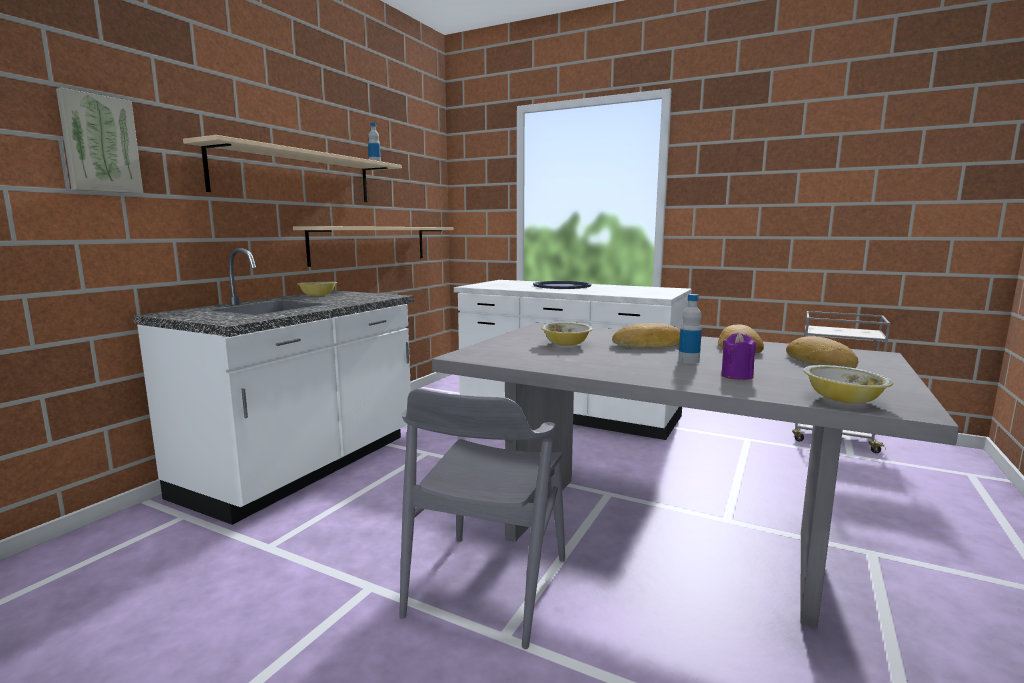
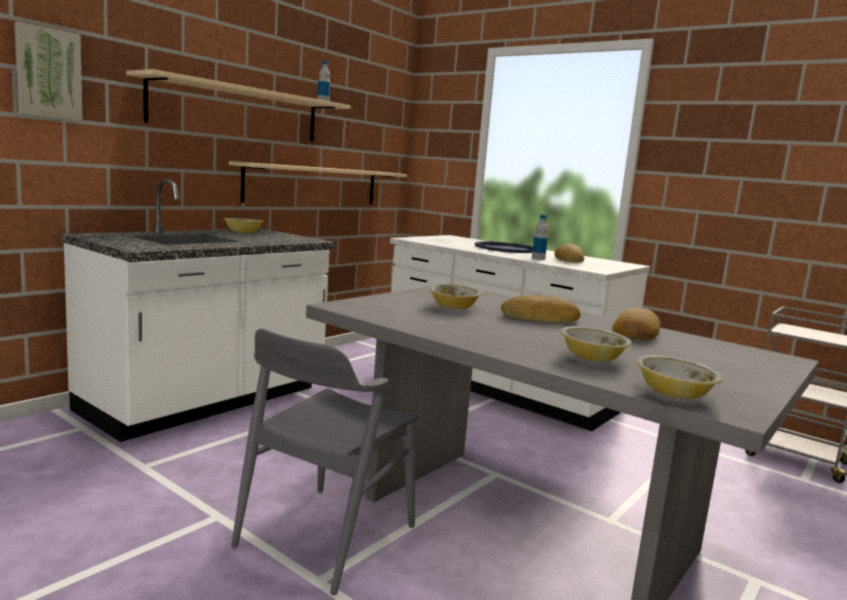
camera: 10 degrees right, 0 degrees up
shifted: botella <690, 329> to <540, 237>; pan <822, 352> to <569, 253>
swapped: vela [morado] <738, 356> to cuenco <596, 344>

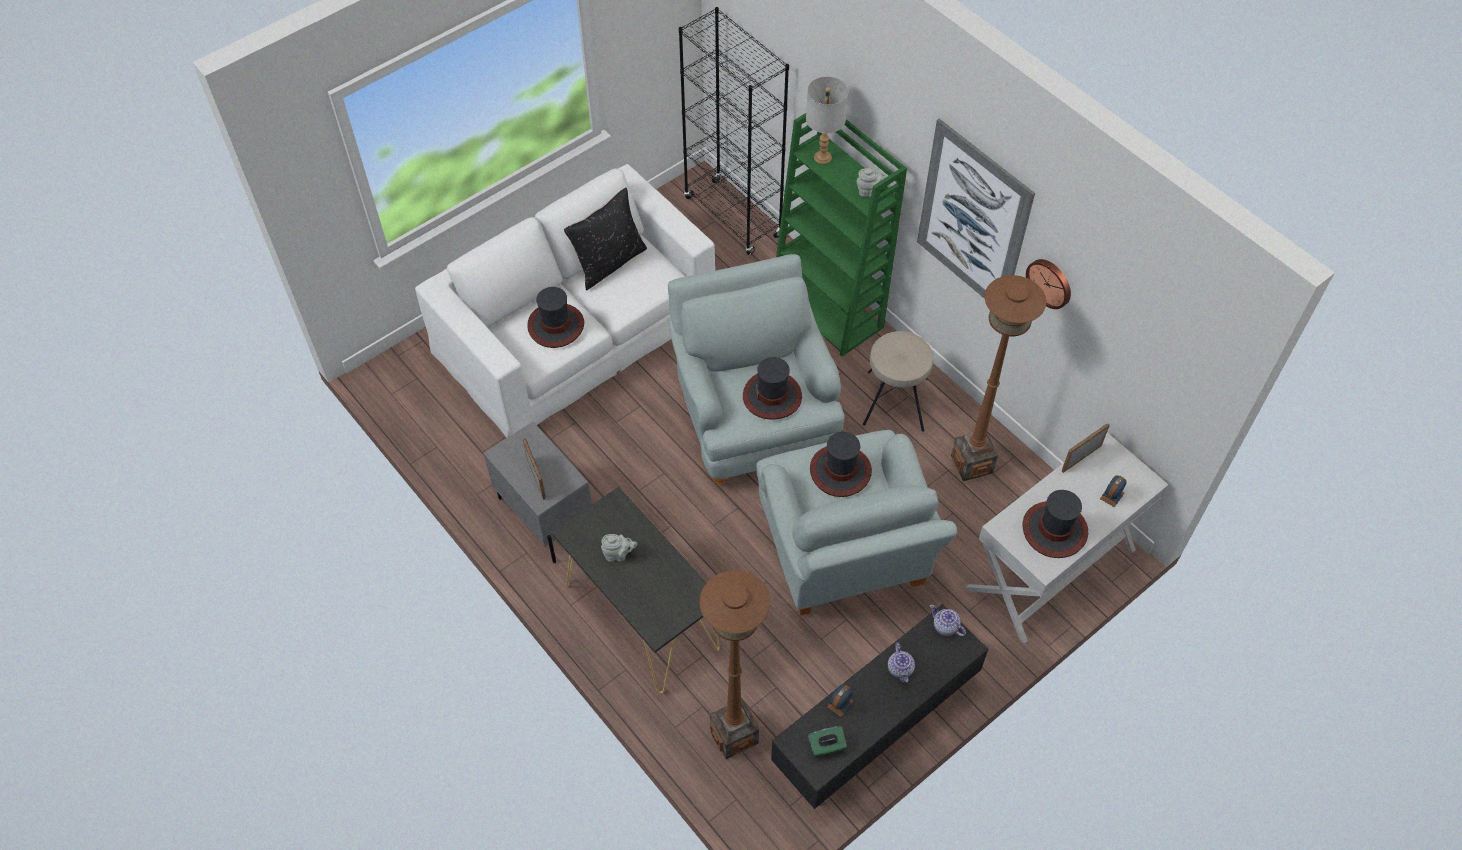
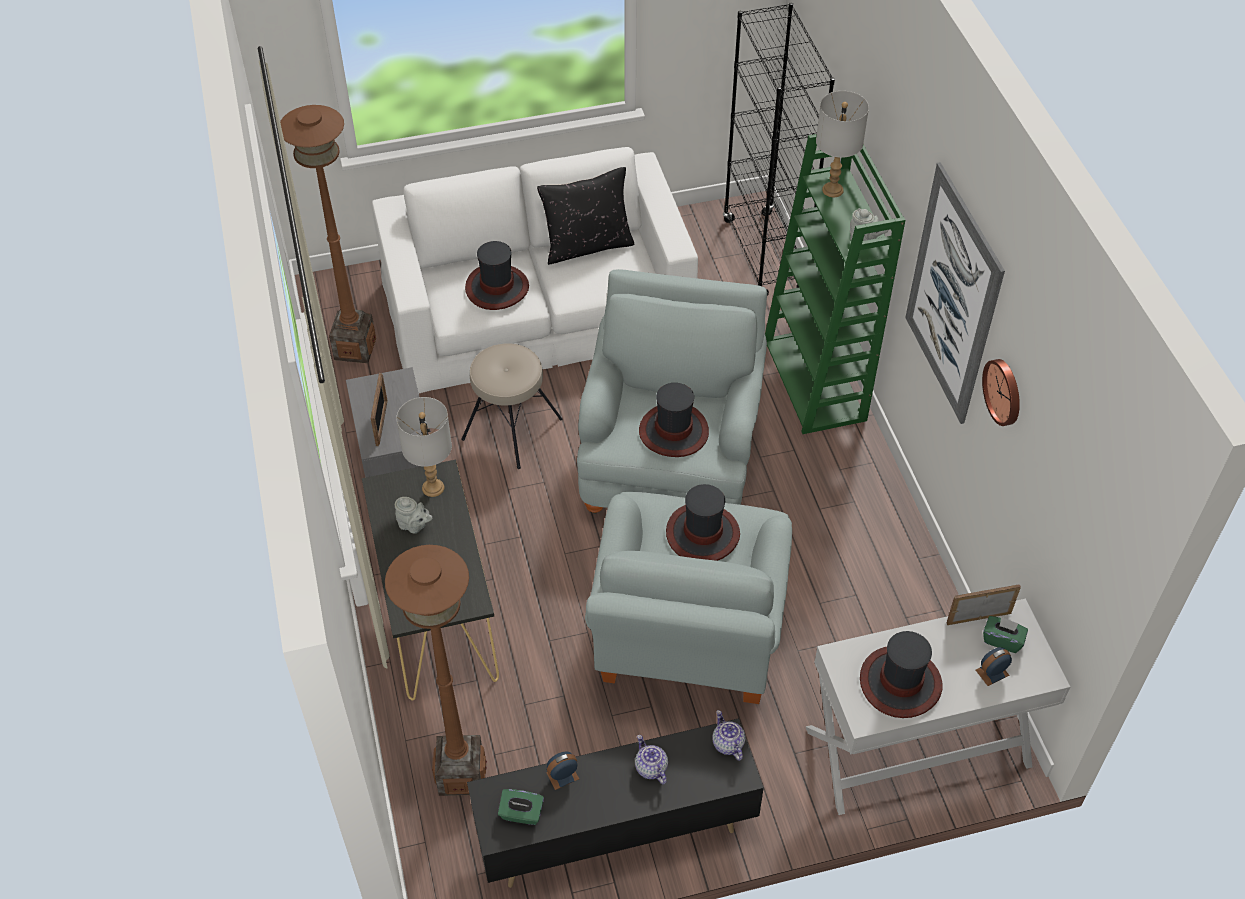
camera: 25 degrees right, 5 degrees down
new: lámpara de mesa [gris] <424, 447>; caja de pañuelos [verde] <1005, 634>
shifted: taburete [beis] <898, 381> to <511, 406>; lámpara de pie [marrón] <998, 378> to <328, 234>
rotated: tetera <901, 662> = <651, 759> 135 degrees clockwise

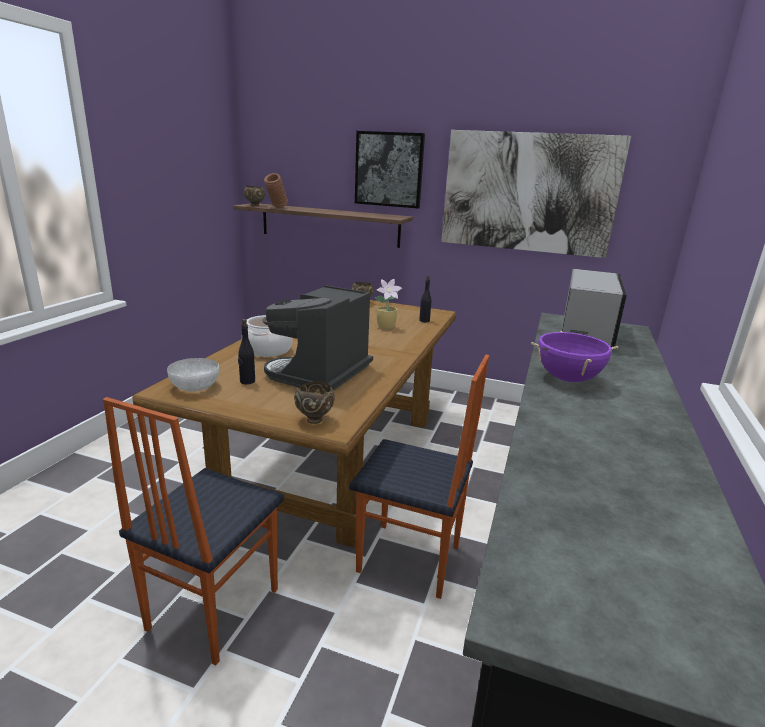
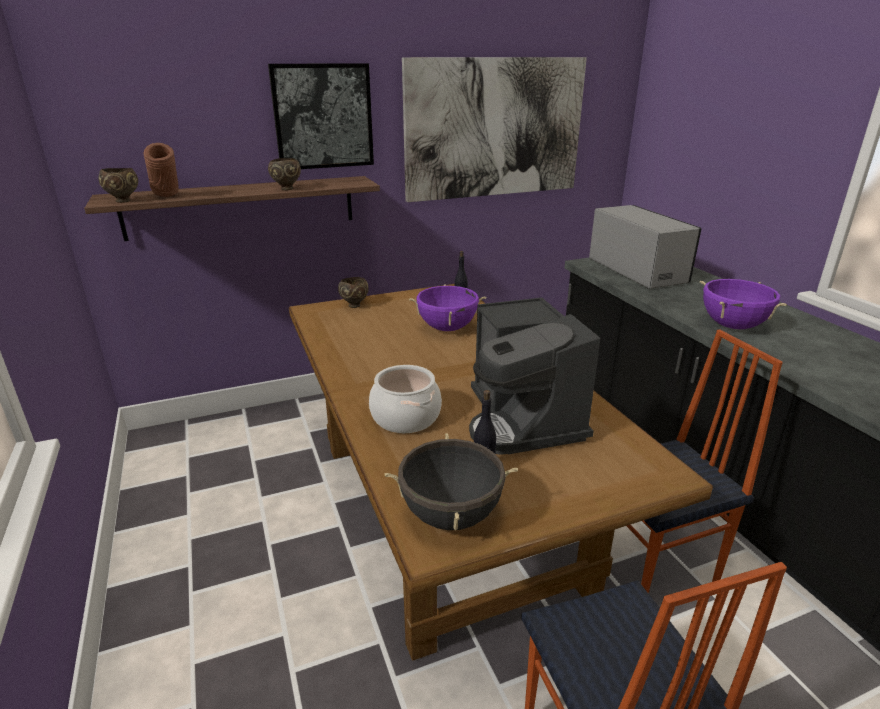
camera: 40 degrees left, 5 degrees up
shifted: cuenco [marrón] <314, 402> to <284, 174>
swapped: cuenco [blanco] <193, 374> to olla [negro] <451, 481>; planta en maceta <389, 304> to olla [morado] <447, 307>

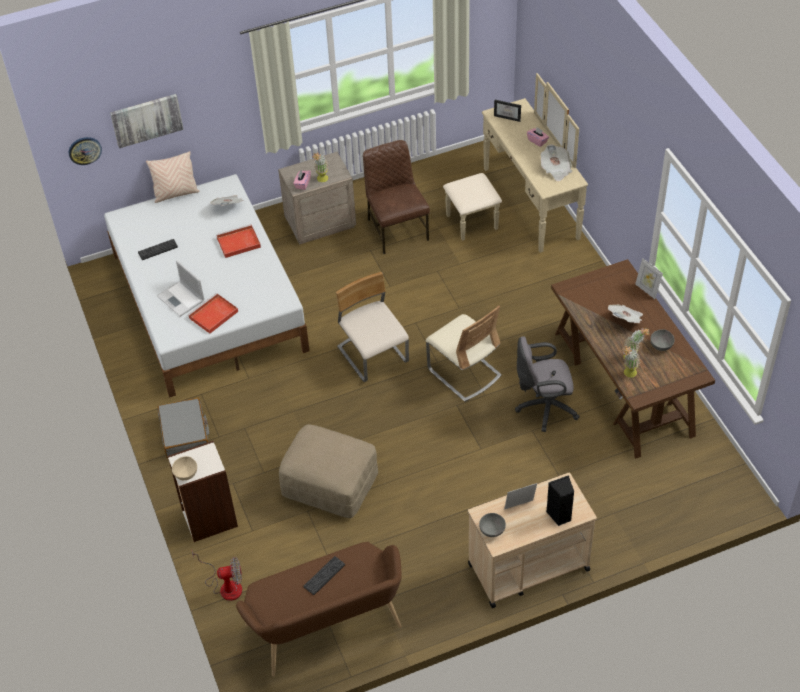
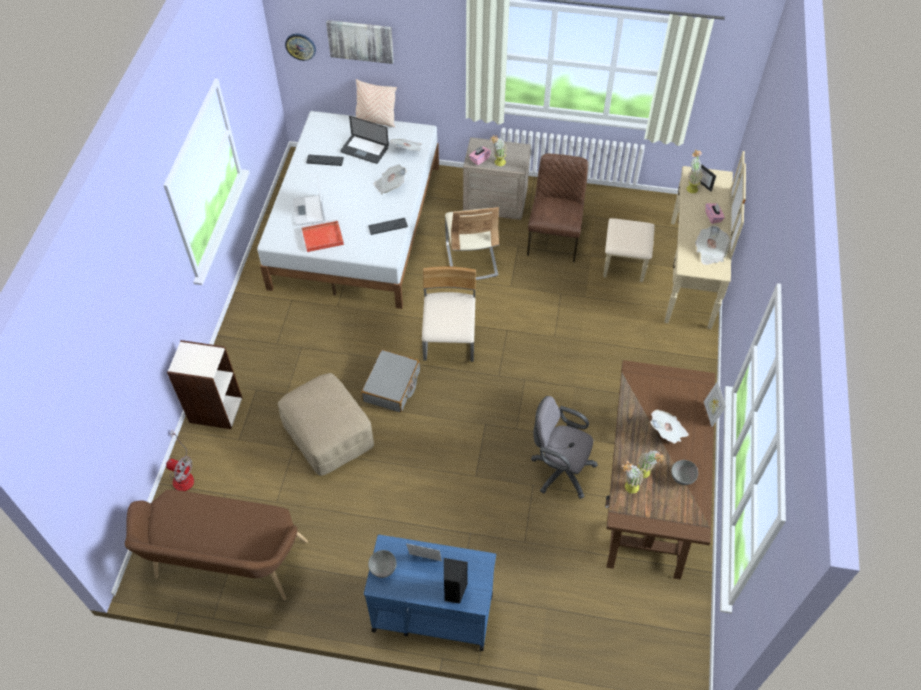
camera: 30 degrees right, 5 degrees up
gone: cuenco [beis] <184, 468>
new: portátil <364, 140>; planta en maceta <694, 171>
shifted: maleta [gris] <183, 428> to <390, 381>; teclado <324, 575> to <388, 226>; silla [beis] <464, 354> to <472, 243>
swapped: bandeja [rojo] <238, 241> to periódico <390, 179>
repainted: carrito [beis] <532, 540> to carrito [azul] <430, 593>

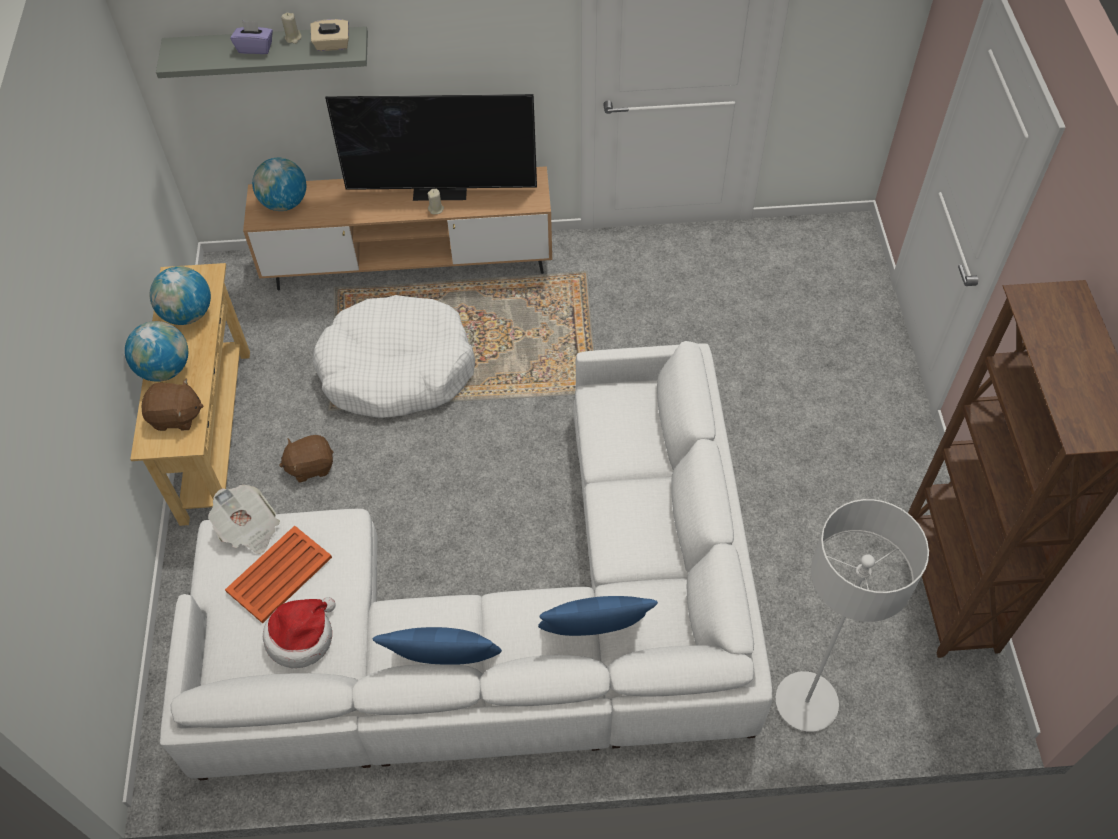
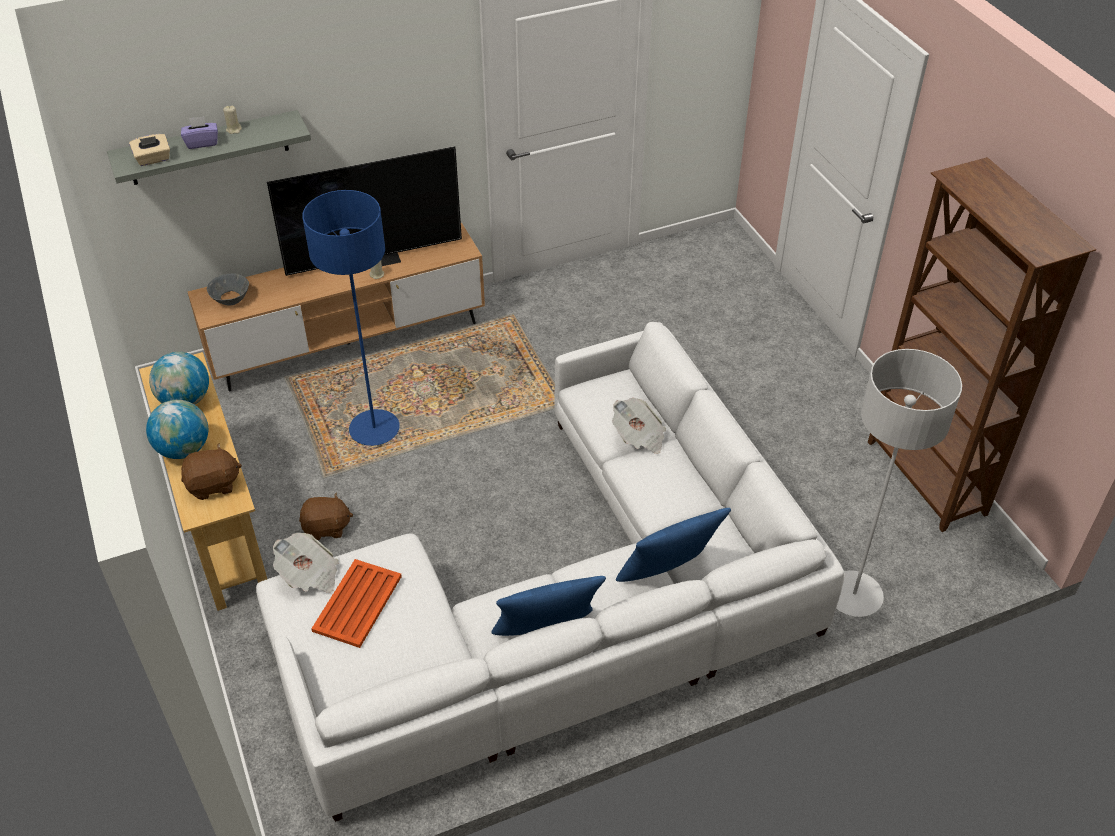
camera: 20 degrees left, 10 degrees down
gone: sombrero <299, 632>
new: periódico <639, 426>
shifted: caja de pañuelos [beis] <329, 35> to <149, 150>
swapped: globo terráqueo <279, 184> to cuenco [gris] <228, 289>; cama para perro [blanco] <394, 356> to lámpara de pie [azul] <351, 318>
rotated: peluche [marrón] <306, 459> = <326, 516> 150 degrees counterclockwise

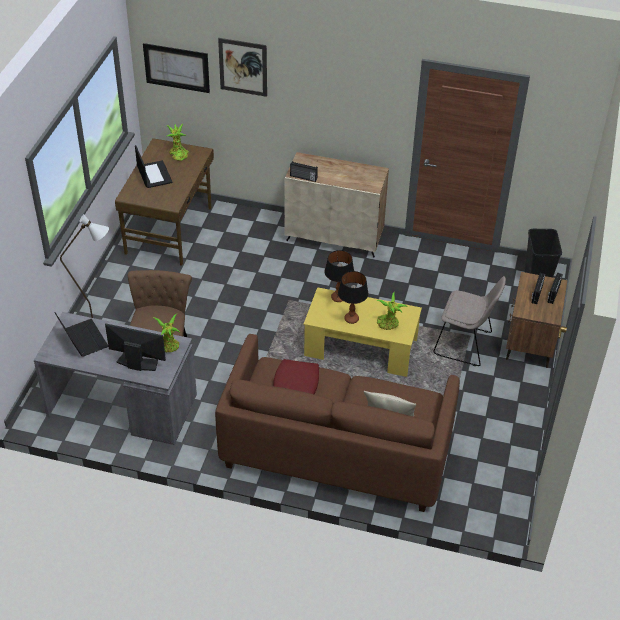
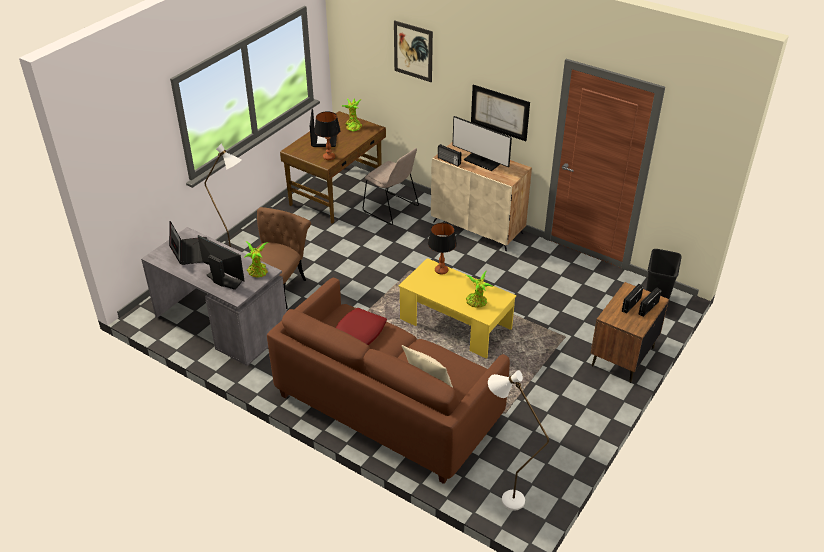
camera: 20 degrees right, 5 degrees down
new: monitor <482, 143>; lámpara de pie [blanco] <518, 440>
shifted: cuadro <176, 68> to <500, 113>; lámpara de mesa <353, 297> to <327, 135>; silla [beis] <469, 321> to <391, 186>

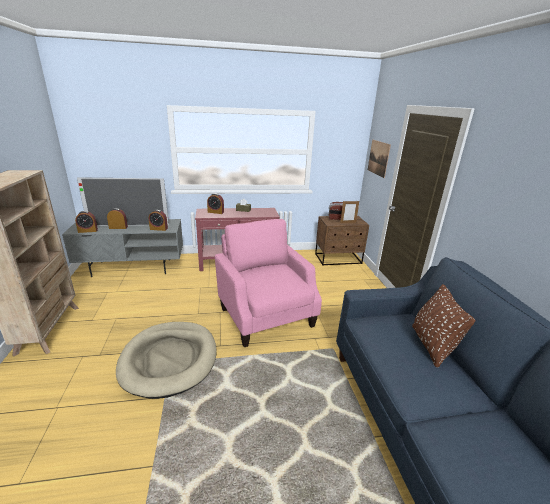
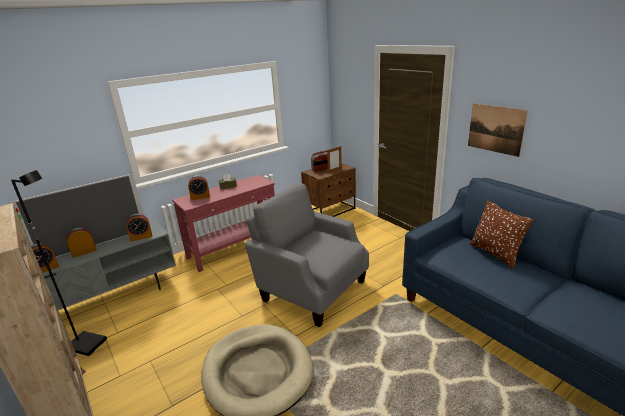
camera: 25 degrees left, 0 degrees up
new: lámpara de pie [negro] <59, 263>
shifted: cuadro <379, 159> to <498, 130>
repainted: sillón [rosa] <268, 283> to sillón [gris] <307, 256>

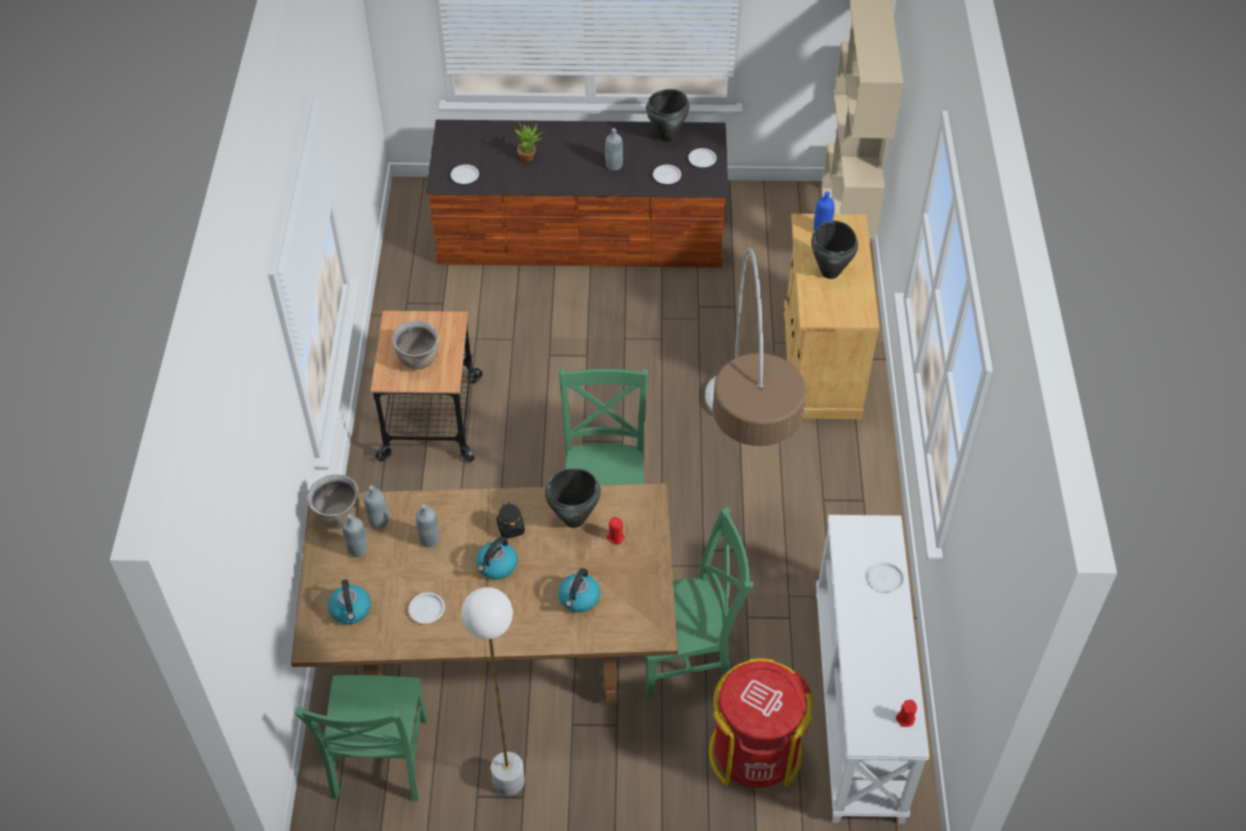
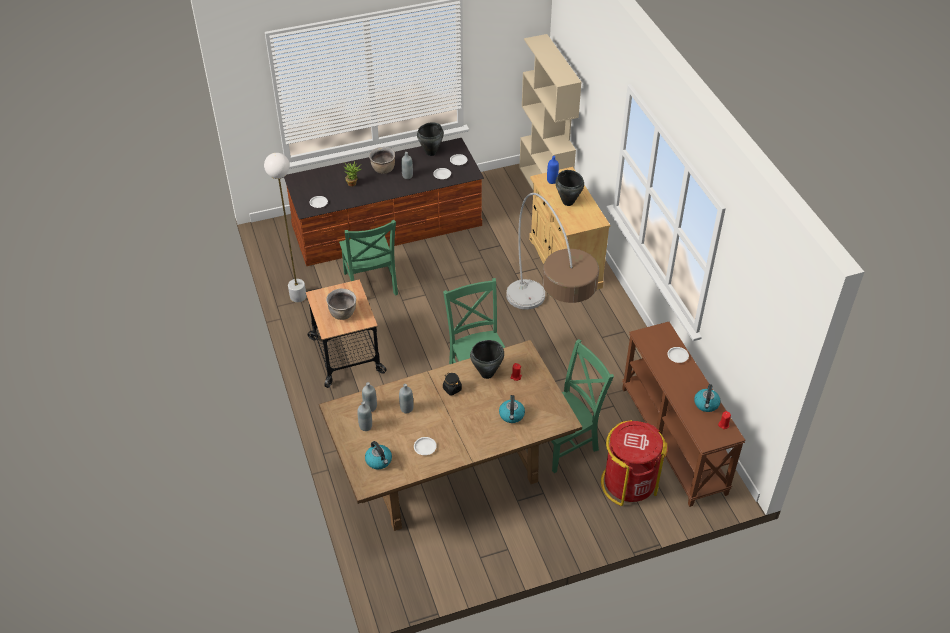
camera: 20 degrees left, 5 degrees down
shifted: silla [verde] <361, 738> to <368, 257>; olla [marrón] <333, 501> to <382, 160>; lámpara de pie [blanco] <493, 691> to <285, 228>; hervidor <496, 558> to <707, 398>
repainted: mesa consola [blanco] <873, 669> to mesa consola [marrón] <684, 414>

